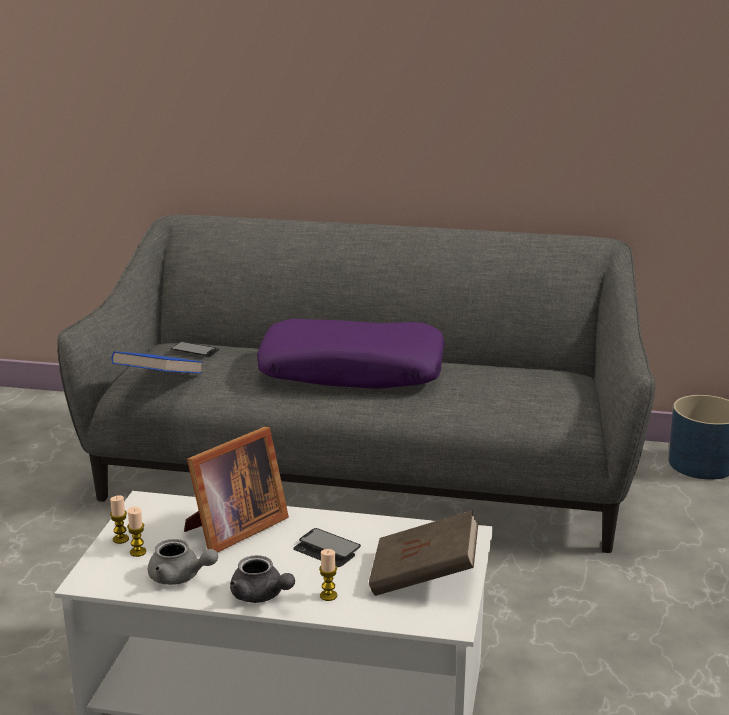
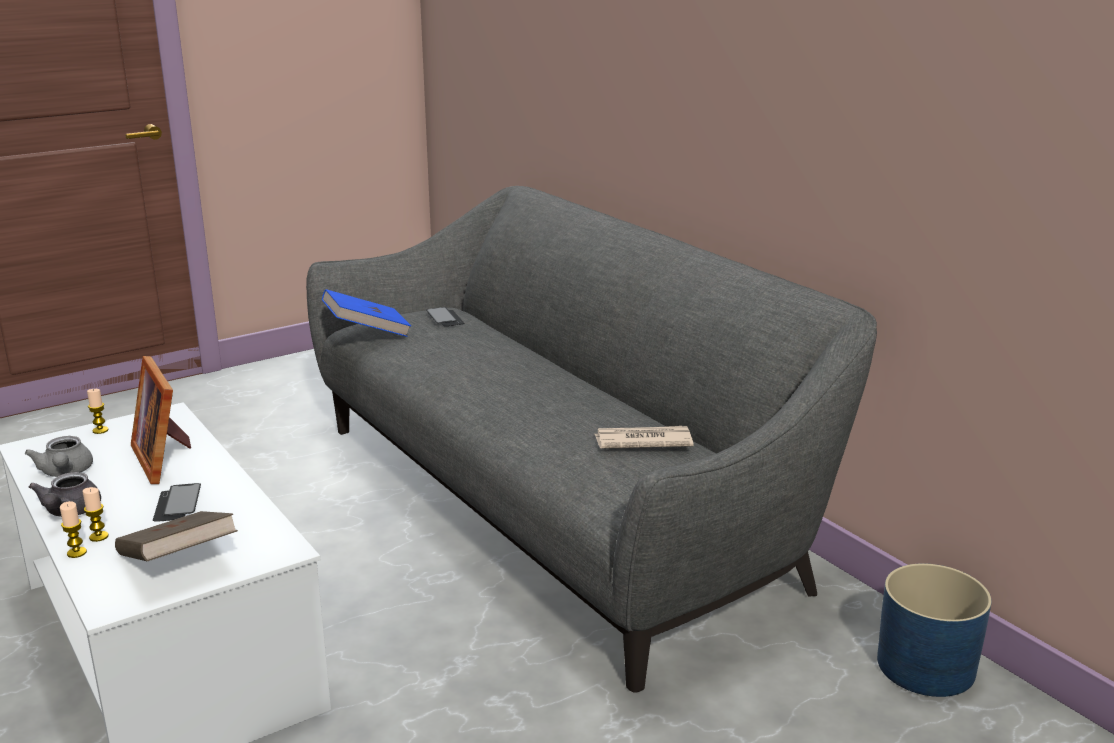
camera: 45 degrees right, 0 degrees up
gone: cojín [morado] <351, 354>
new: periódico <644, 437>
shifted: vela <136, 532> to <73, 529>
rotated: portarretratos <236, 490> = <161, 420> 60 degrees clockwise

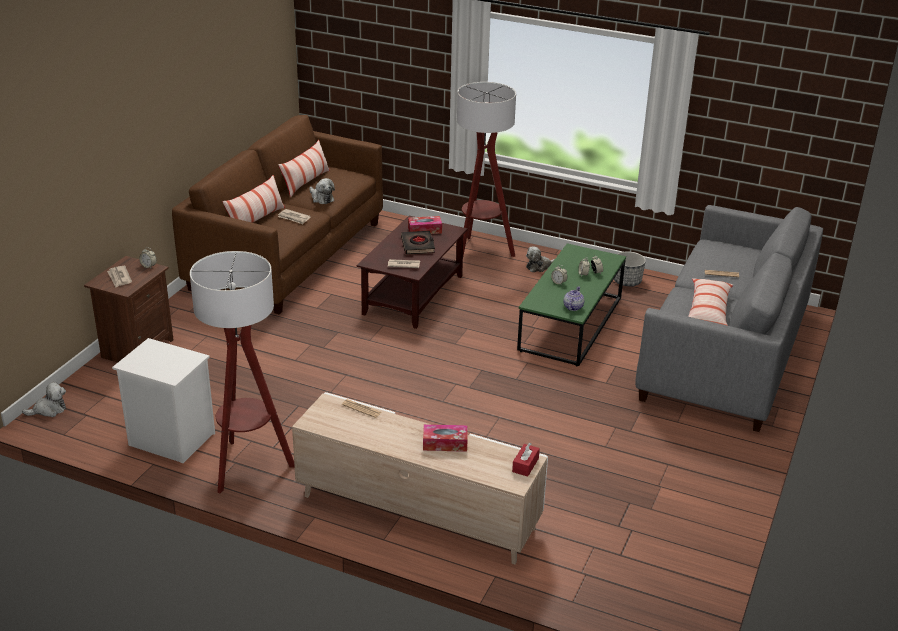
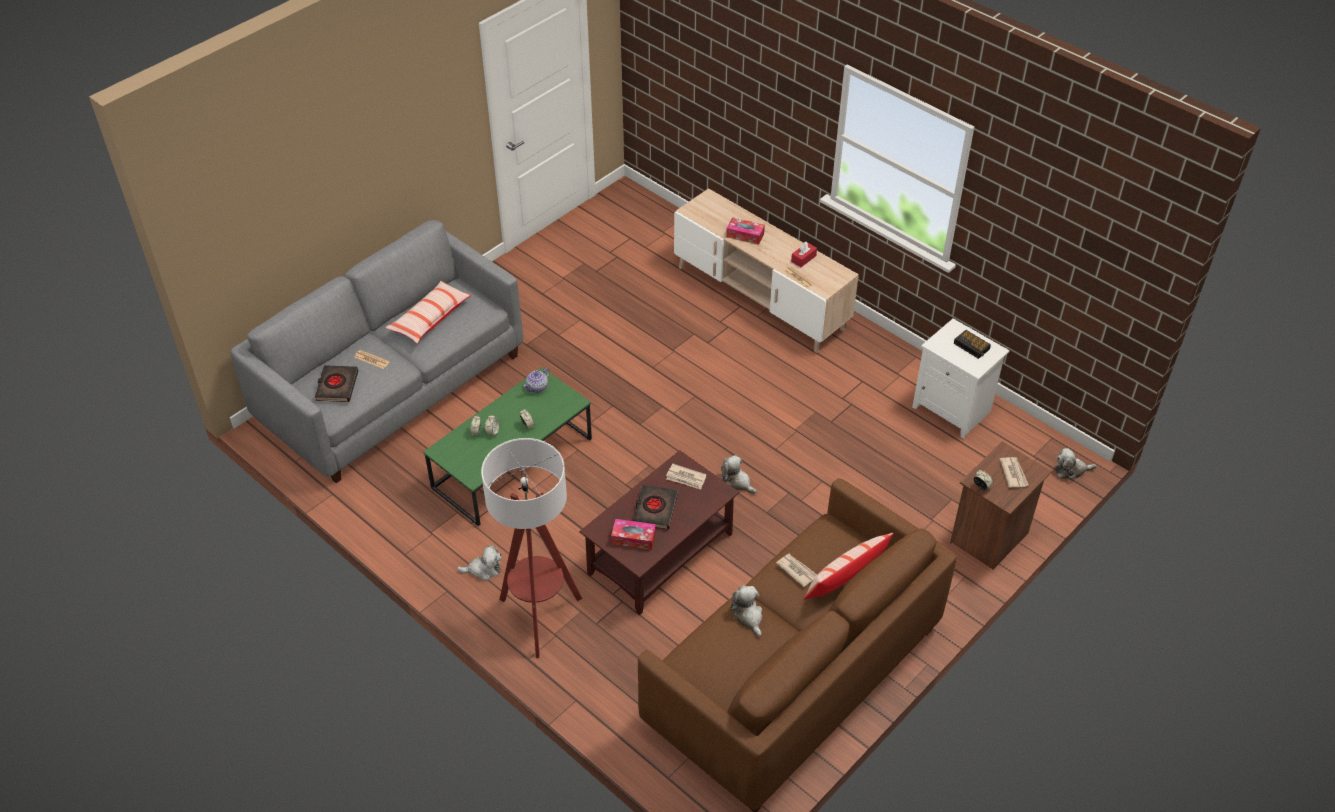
camera: 160 degrees left, 15 degrees up
gone: lámpara de pie <242, 372>; cojín <304, 168>; maceta <630, 268>
new: libro [negro] <336, 383>; peluche <739, 474>; despertador <972, 344>
shifted: caja de pañuelos [rojo] <526, 460> to <804, 254>

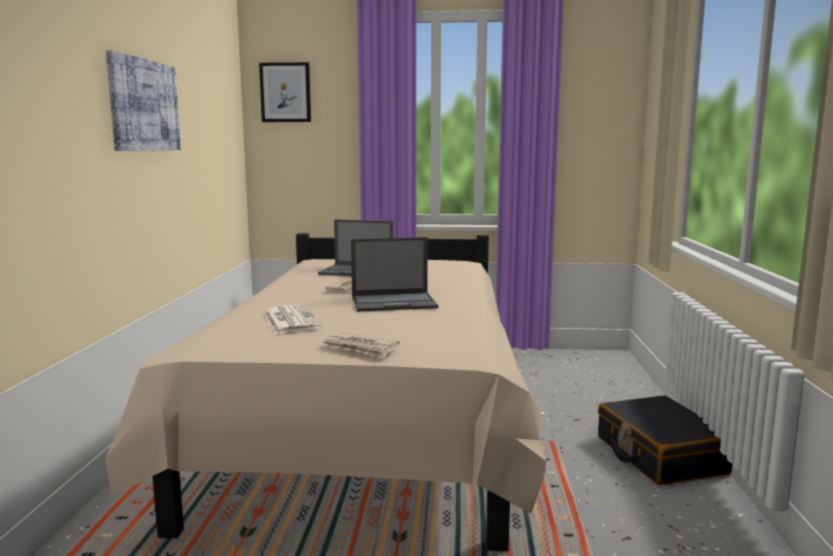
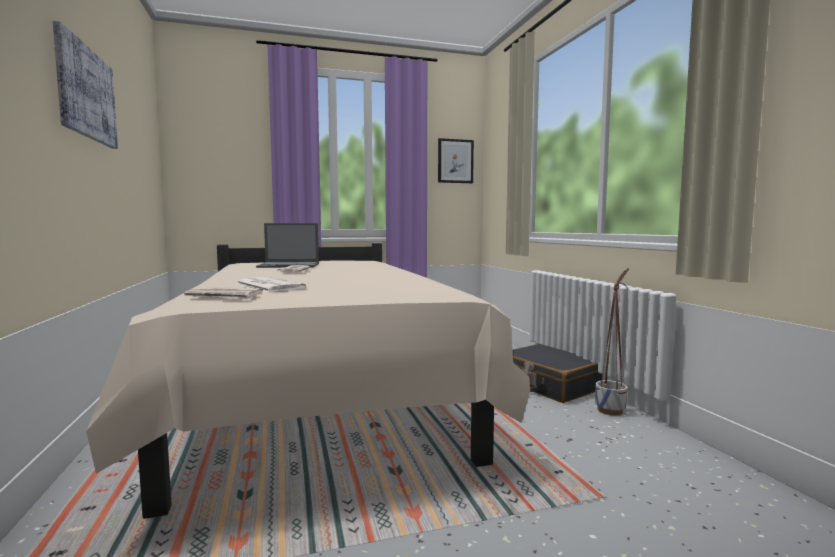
camera: 20 degrees left, 5 degrees down
gone: portátil <395, 274>
new: maceta <612, 341>
shifted: cuadro <285, 92> to <456, 160>; periódico <361, 345> to <223, 293>

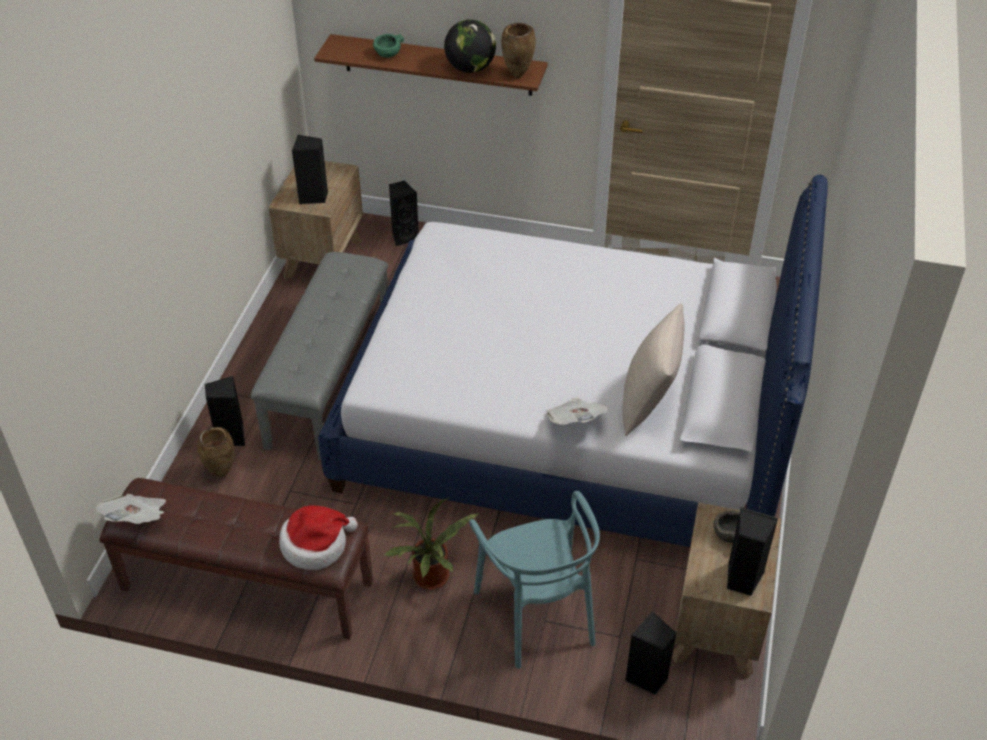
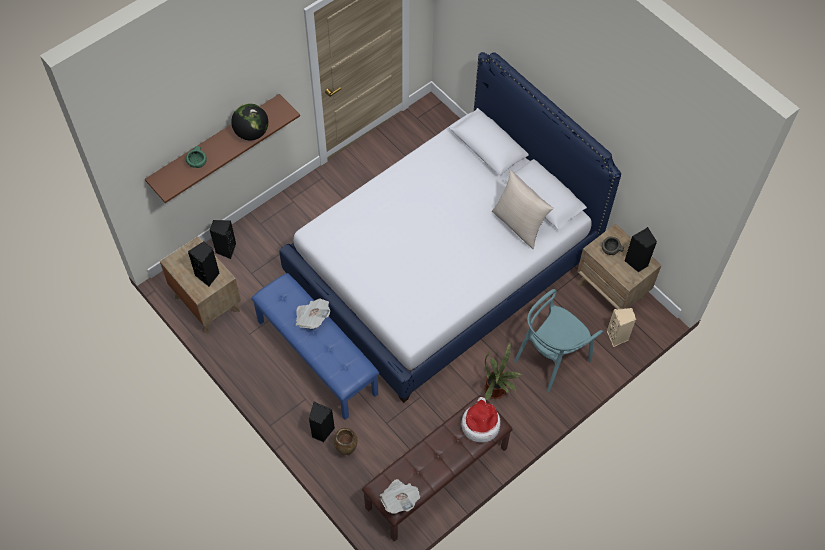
camera: 55 degrees left, 15 degrees up
gone: florero [marrón] <518, 50>
shifted: periódico <577, 411> to <313, 313>
repainted: banco [gris] <320, 356> to banco [azul] <315, 346>; altavoz [negro] <650, 653> to altavoz [beis] <621, 327>
rotated: silla [turquesa] <534, 580> = <558, 340> 120 degrees clockwise

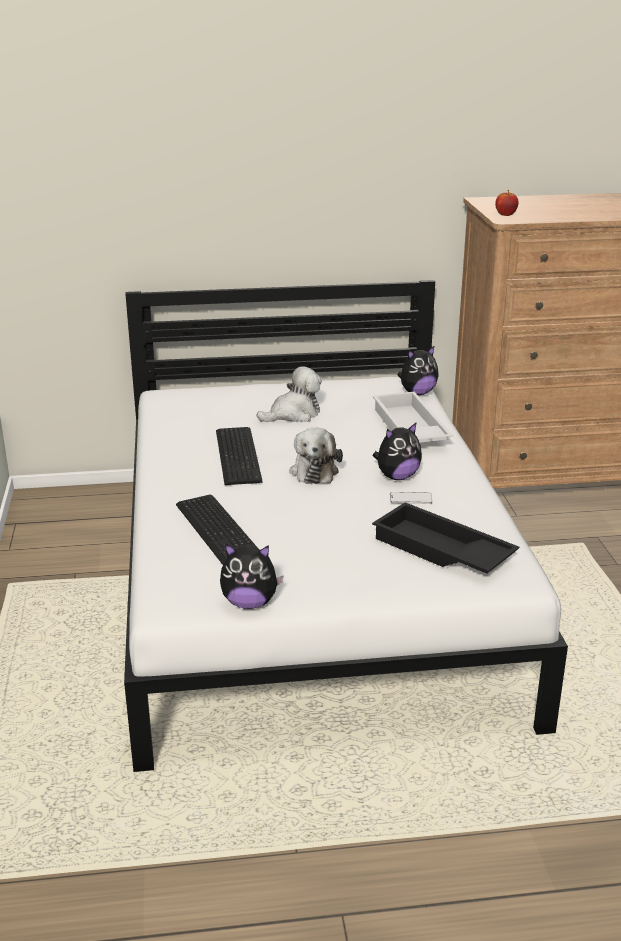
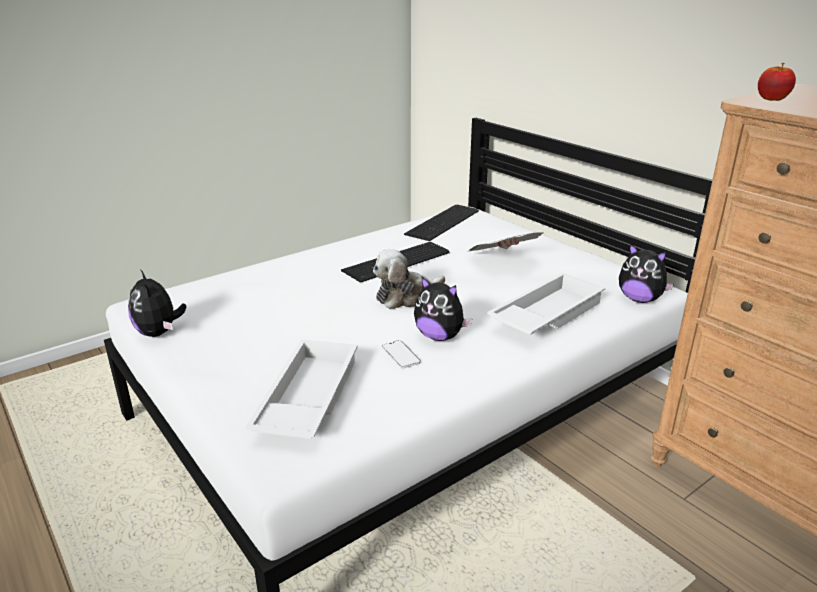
camera: 60 degrees right, 0 degrees up
shifted: teclado <217, 530> to <441, 223>
swapped: peluche <289, 394> to periódico <506, 241>
repainted: bandeja [negro] <445, 538> to bandeja [blanco] <301, 389>

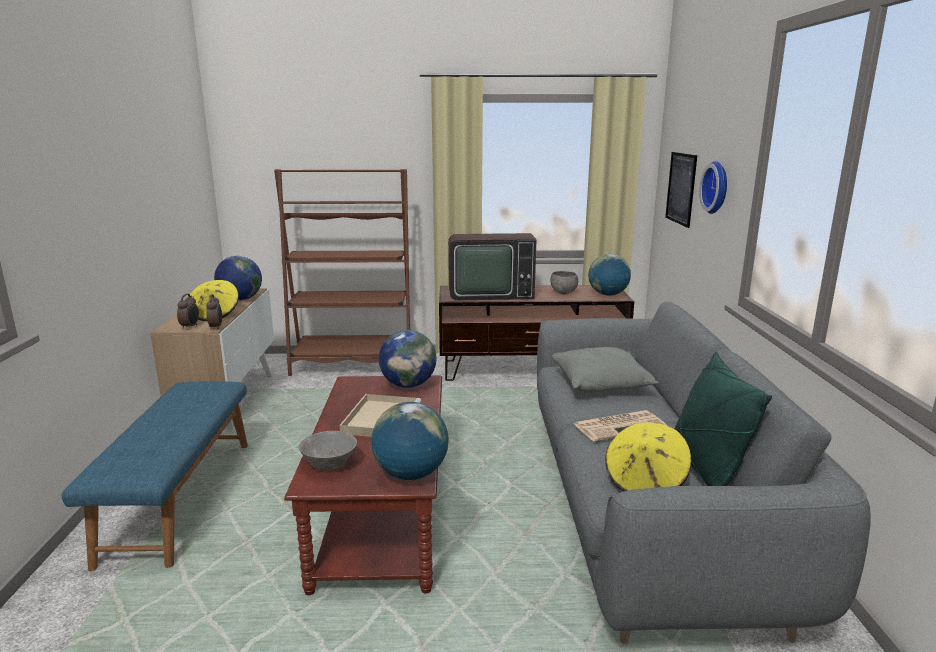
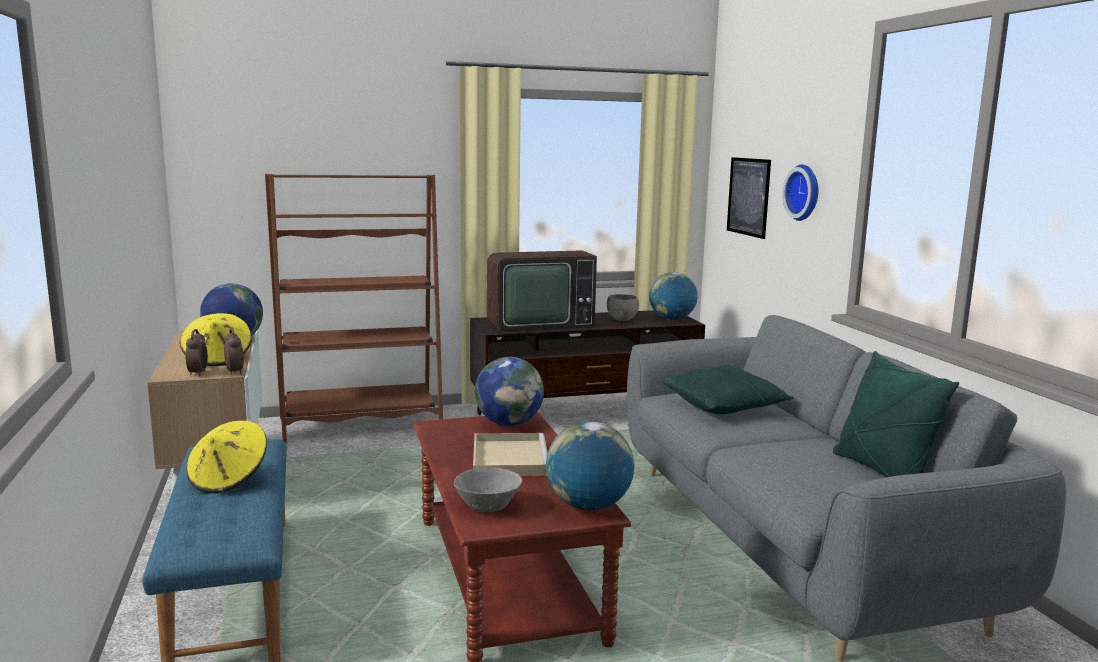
camera: 15 degrees left, 5 degrees down
gone: periódico <620, 425>
shifted: sombrero [amarillo] <648, 457> to <226, 457>
repainted: cojín [gris] <605, 370> to cojín [verde] <728, 390>

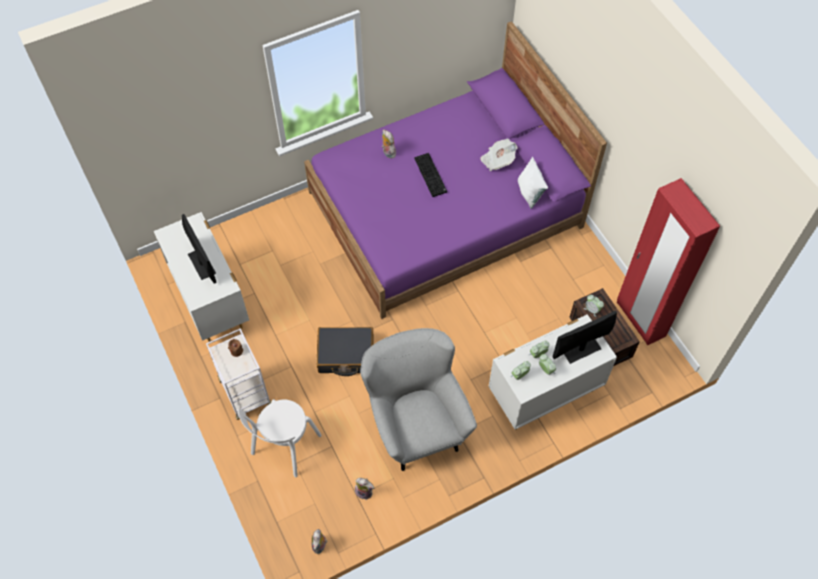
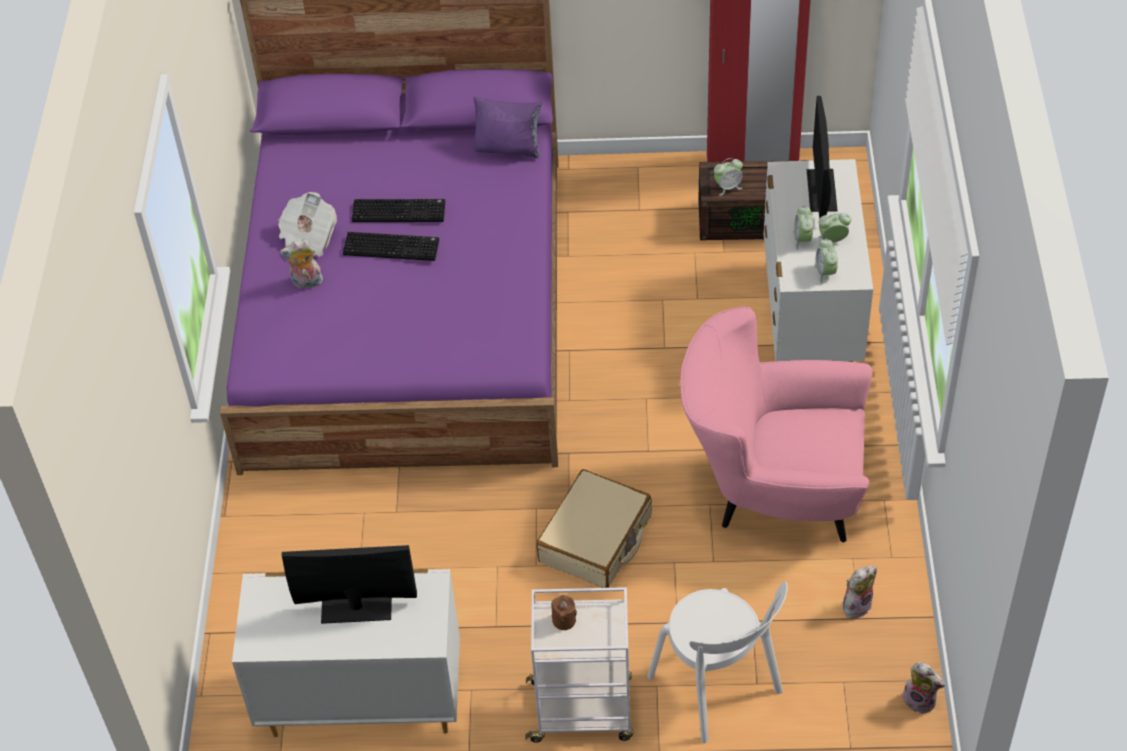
camera: 60 degrees left, 10 degrees down
new: teclado <398, 210>
shifted: periódico <499, 155> to <307, 224>
repainted: maleta [negro] <345, 351> to maleta [beis] <594, 528>; sillón [gris] <418, 399> to sillón [rosa] <776, 424>; cojín [blanco] <533, 183> to cojín [morado] <507, 127>

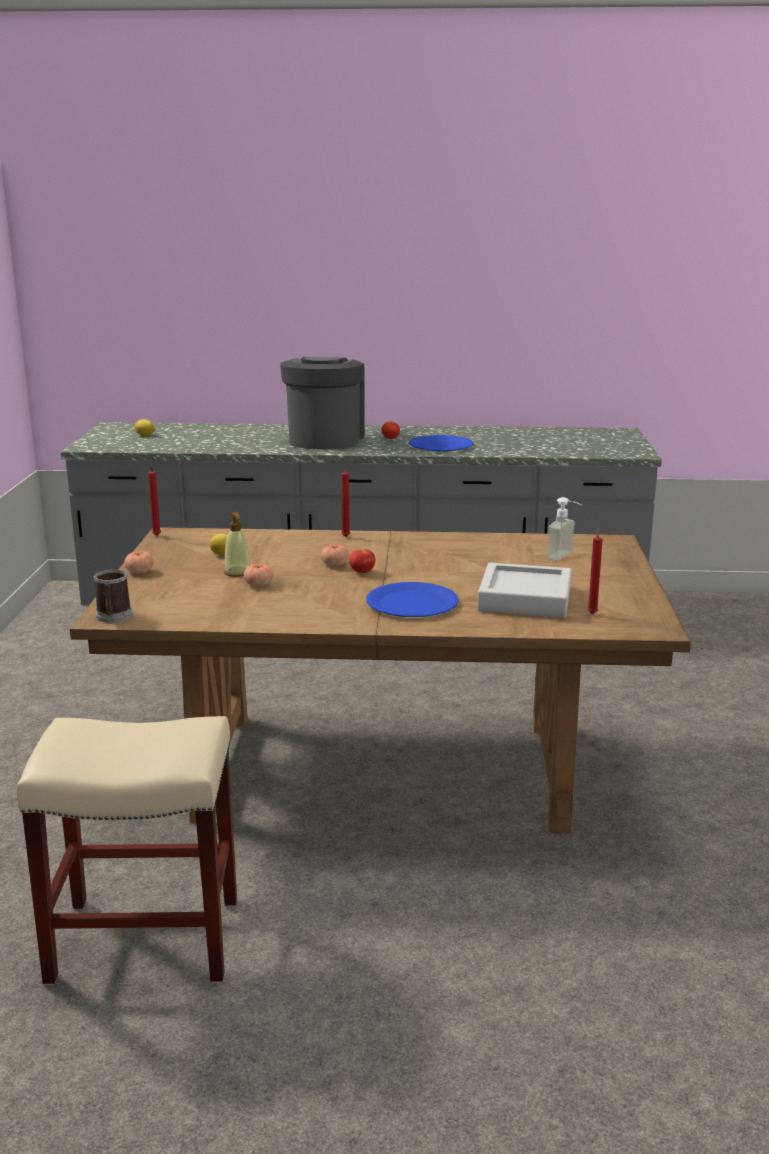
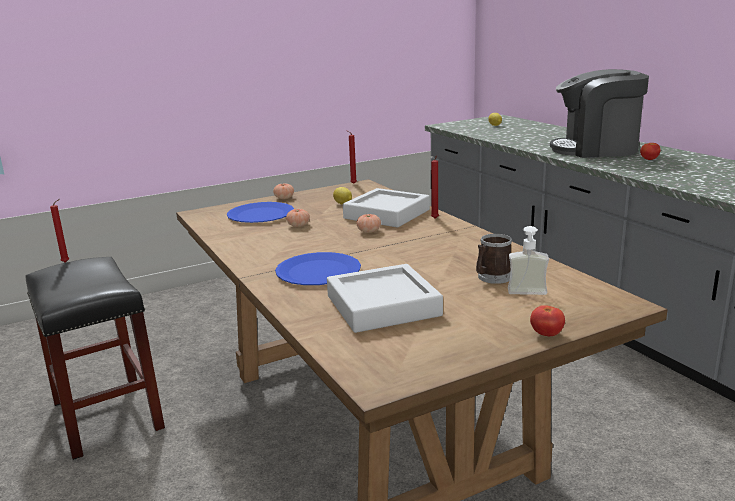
camera: 60 degrees right, 0 degrees up
gone: dispensador de jabón <237, 544>
new: bandeja [gris] <386, 207>
shifted: taza grande <113, 596> to <494, 259>; tomate <362, 561> to <547, 320>; plato [azul] <441, 443> to <260, 212>; vela [rojo] <595, 570> to <59, 231>
repainted: taburete [beis] <127, 850> to taburete [negro] <95, 358>
rotated: cafetera <322, 403> = <599, 113> 150 degrees counterclockwise

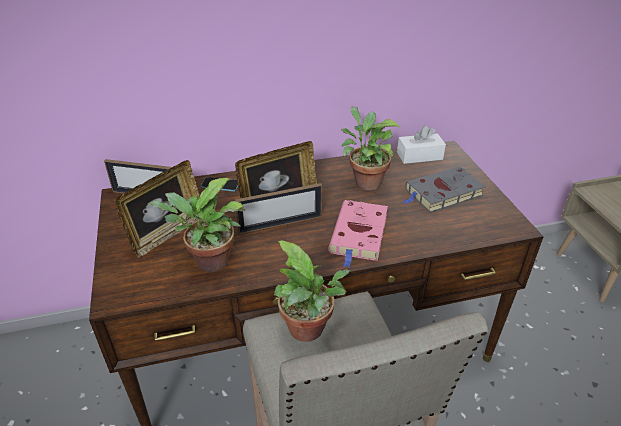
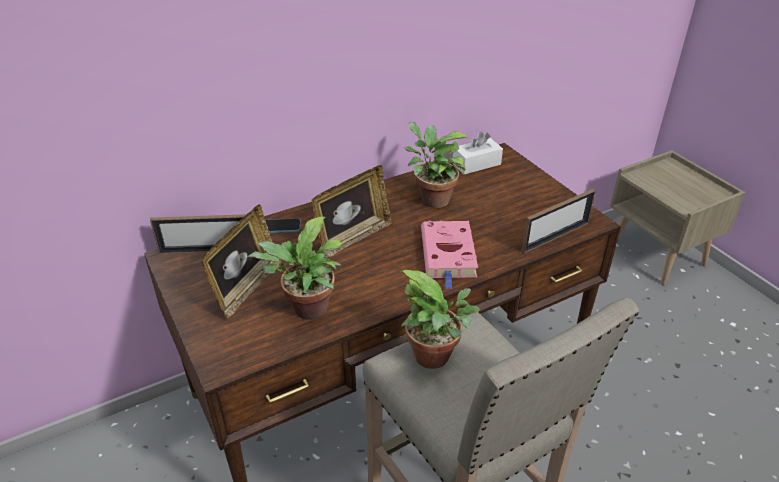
camera: 15 degrees left, 0 degrees up
gone: libro [gris] <444, 189>
shifted: portarretratos <278, 208> to <558, 221>

